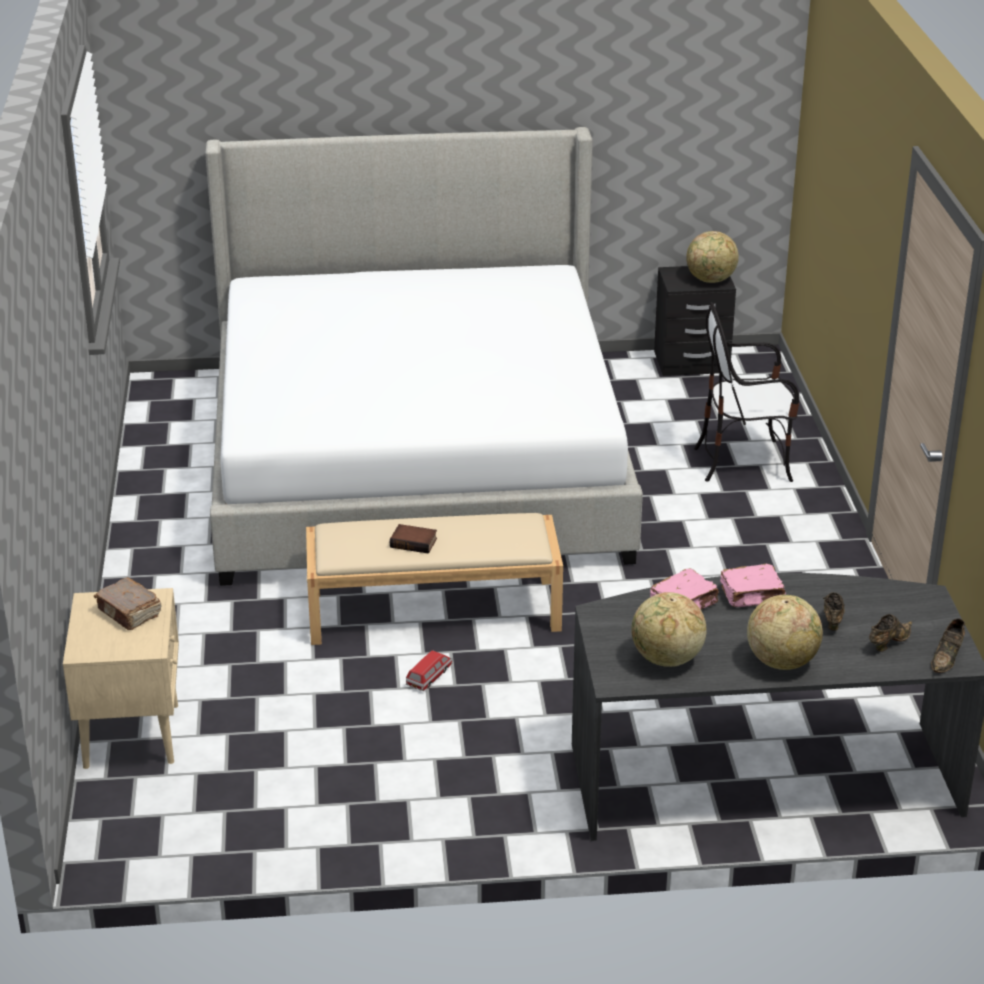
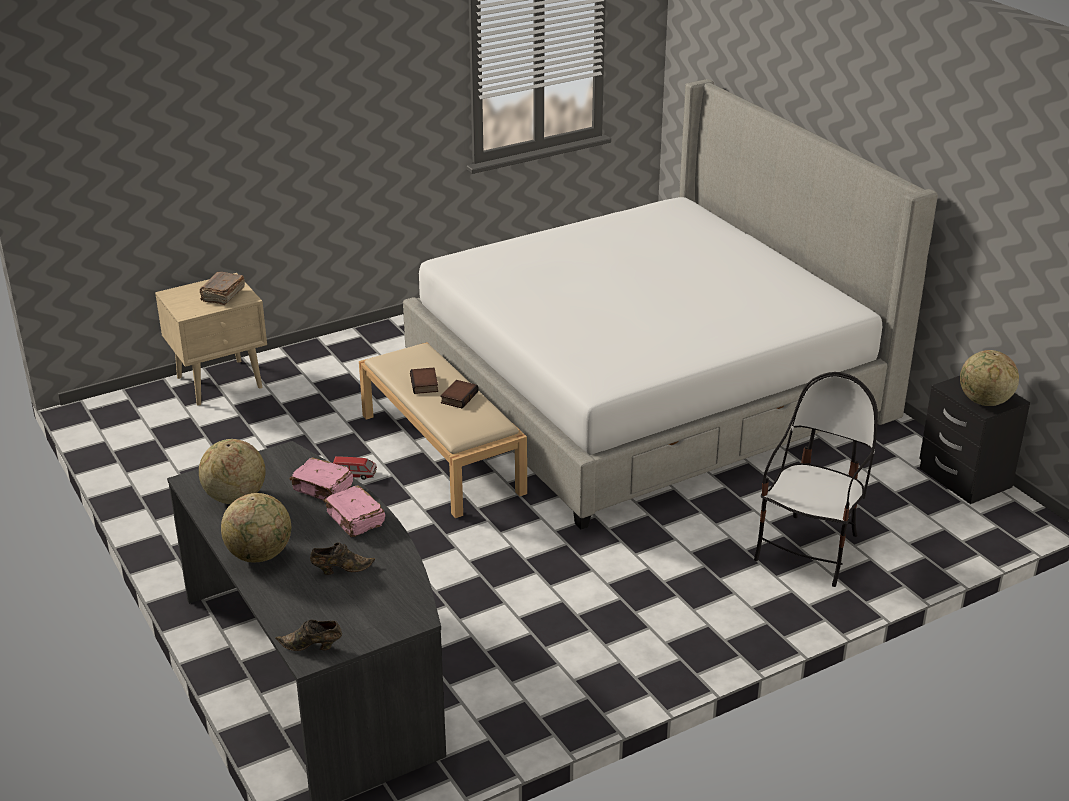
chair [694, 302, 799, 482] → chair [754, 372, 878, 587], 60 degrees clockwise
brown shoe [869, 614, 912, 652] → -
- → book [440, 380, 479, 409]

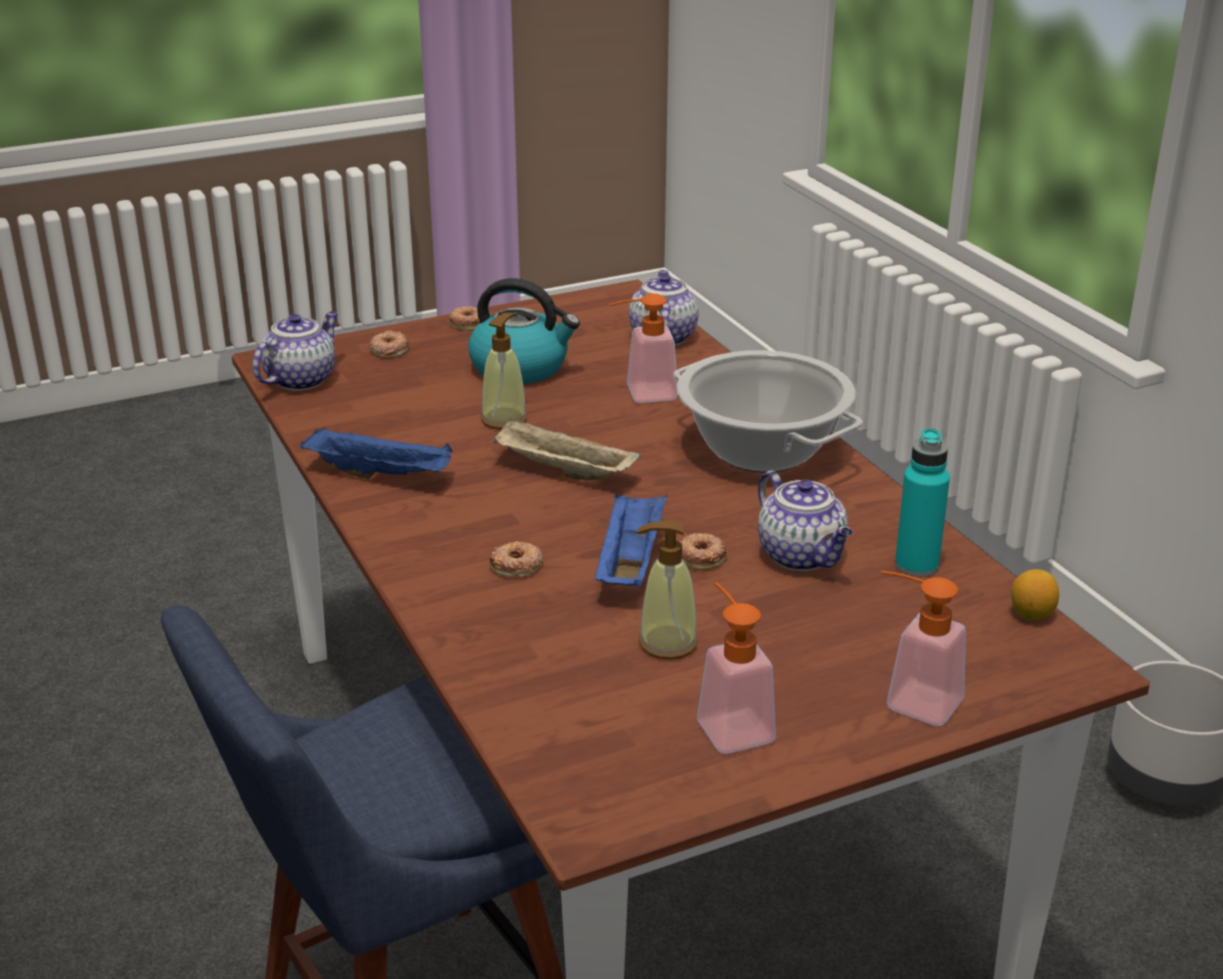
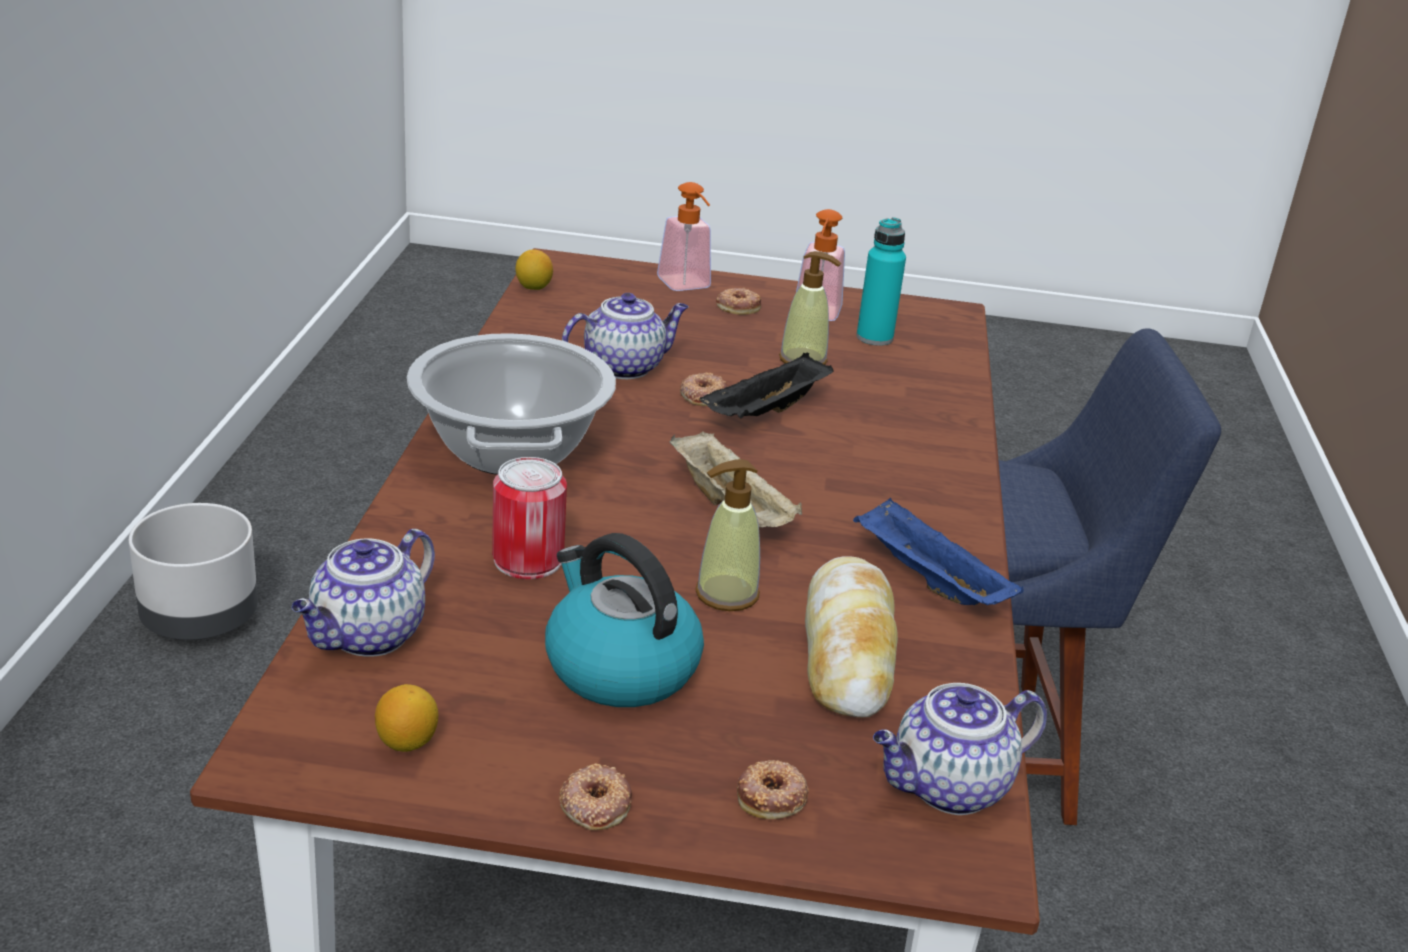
soap dispenser [609, 293, 678, 403] → can [492, 457, 567, 579]
turquoise bottle [895, 428, 950, 577] → turquoise bottle [856, 217, 906, 346], relocated
teapot [758, 470, 853, 571] → teapot [562, 293, 688, 379], 60 degrees clockwise
blue tray [595, 493, 667, 586] → black tray [700, 352, 834, 418]
donut [489, 541, 543, 577] → donut [716, 288, 761, 315], relocated
- → bread [805, 556, 898, 718]
- → lemon [375, 684, 438, 752]

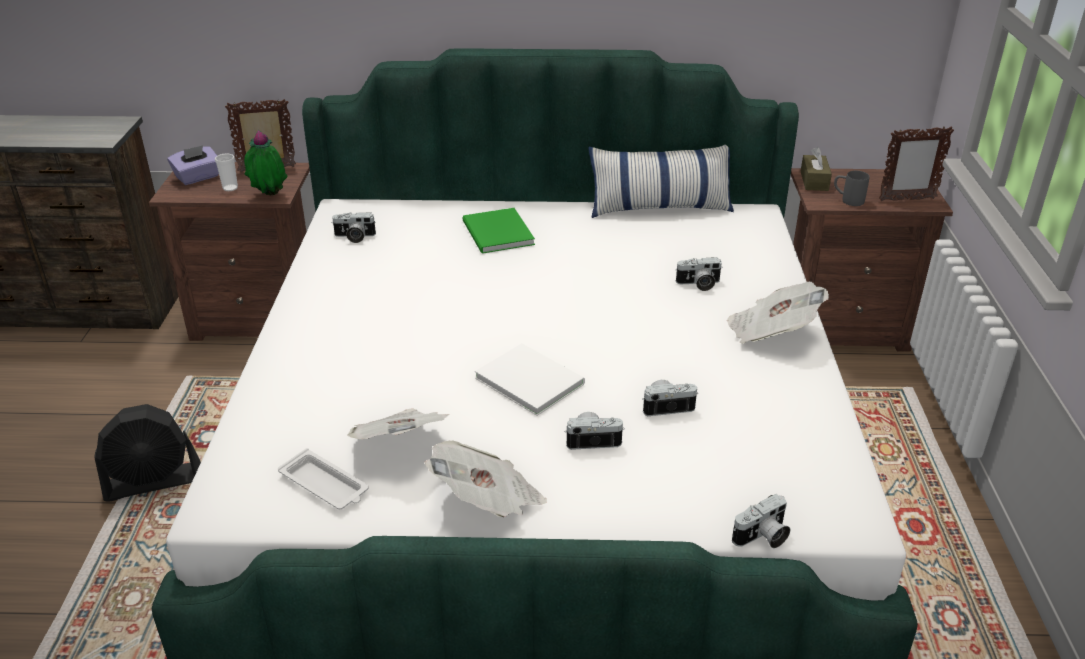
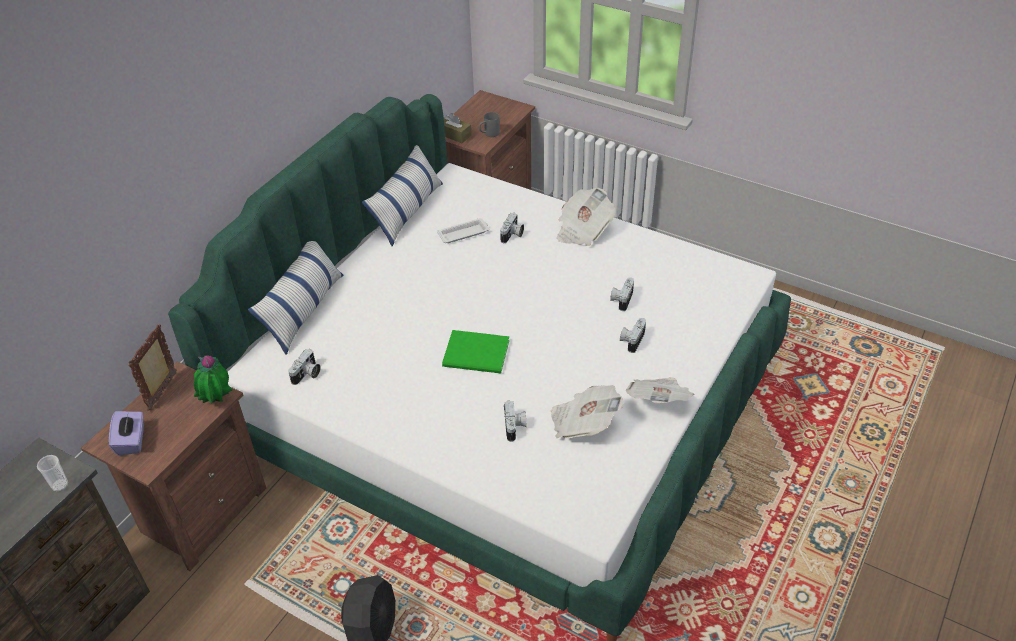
picture frame [879, 127, 954, 201] → -
cup [215, 153, 238, 191] → cup [37, 455, 68, 492], relocated
green book [463, 208, 535, 254] → green book [442, 330, 509, 373], relocated
white book [475, 343, 585, 416] → -
white tray [278, 448, 369, 509] → white tray [437, 218, 489, 243], relocated
photo camera [732, 494, 790, 548] → photo camera [504, 400, 526, 442], relocated
- → pillow [248, 241, 344, 355]

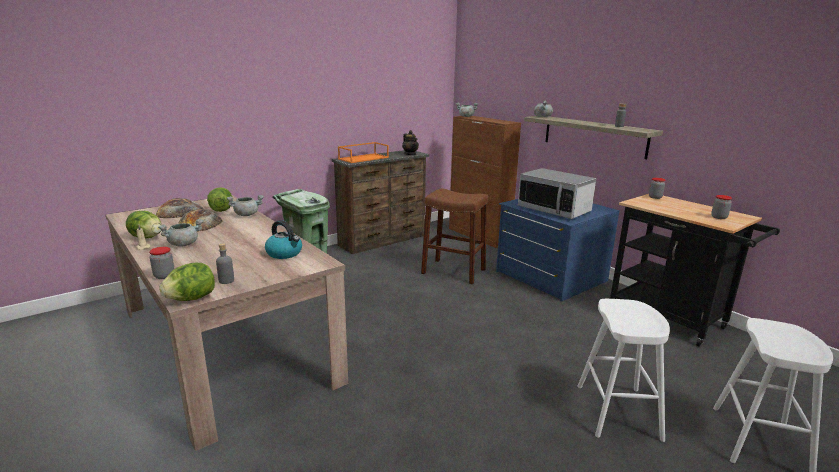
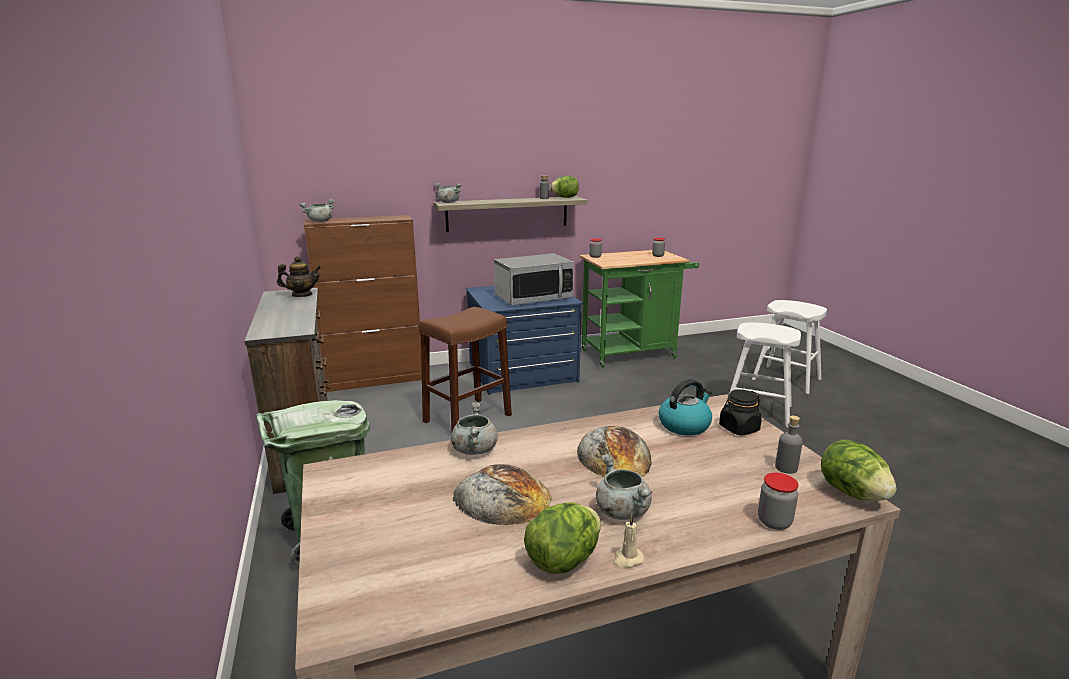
orange tray [338, 142, 389, 163] → -
lettuce [207, 187, 232, 212] → lettuce [550, 176, 579, 198], relocated
black cart [610, 194, 780, 347] → green cart [580, 250, 699, 368]
bread [156, 198, 203, 218] → bread [577, 426, 652, 477], relocated
- → black jar [719, 389, 762, 436]

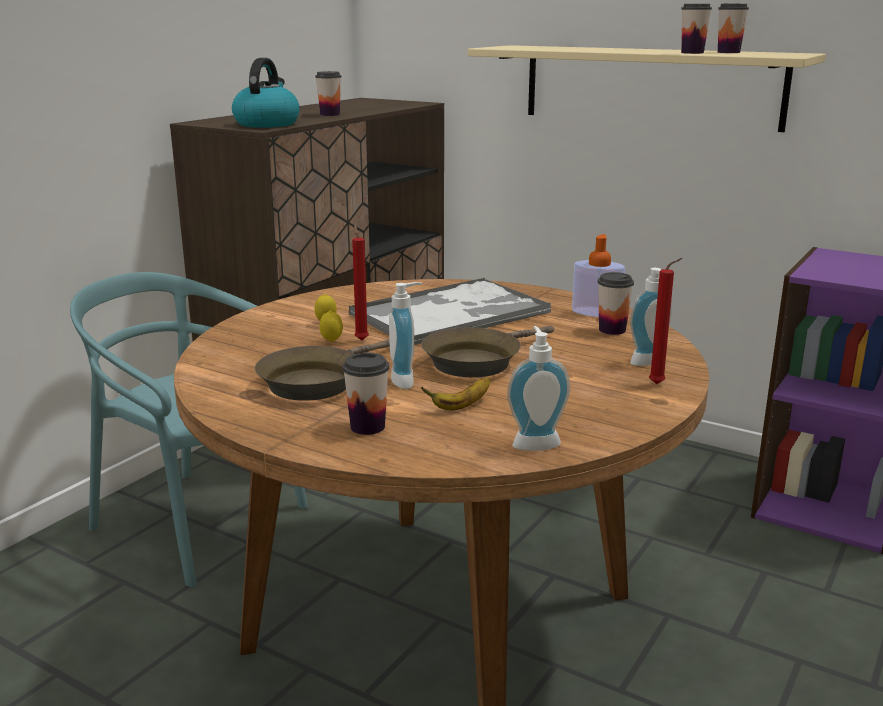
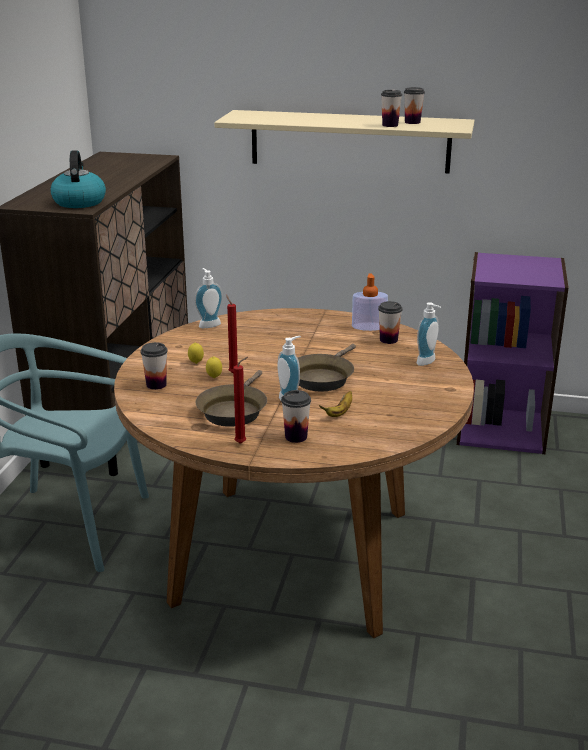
cup [315, 71, 341, 116] → cup [141, 342, 168, 390], relocated
red candle [649, 258, 683, 384] → red candle [233, 357, 248, 444], relocated
tray [349, 278, 552, 345] → -
soap dispenser [507, 326, 570, 451] → soap dispenser [195, 268, 223, 328], relocated

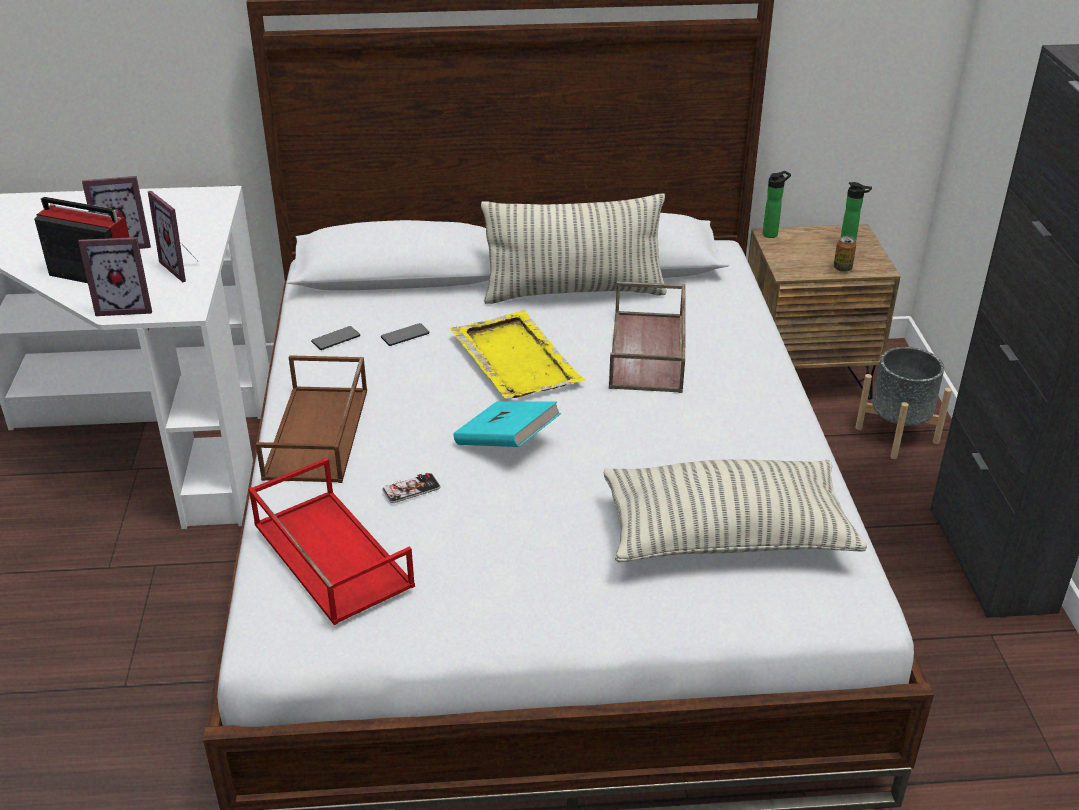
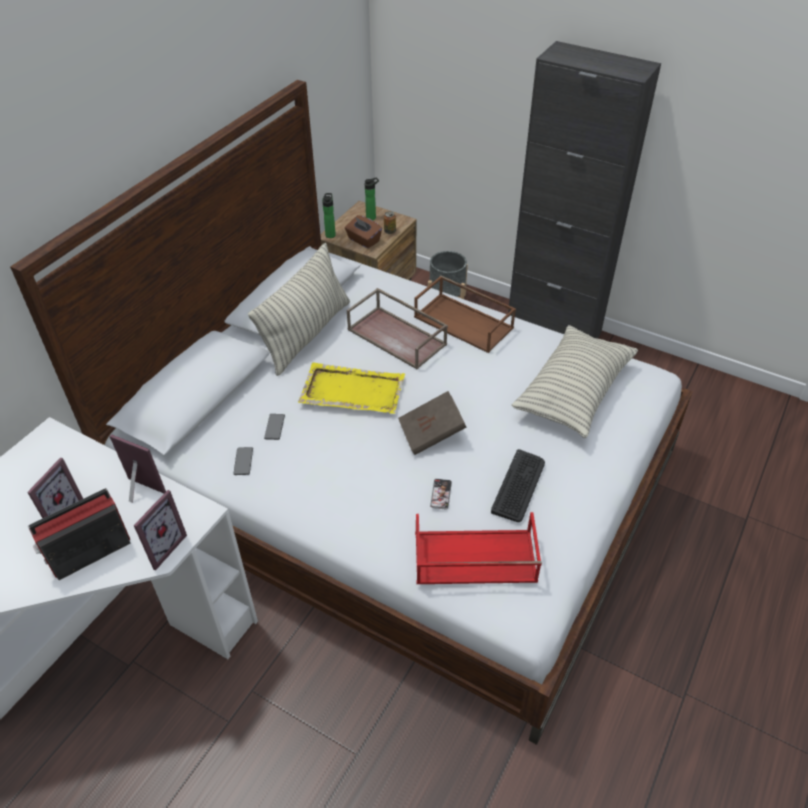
picture frame [148, 191, 200, 282] → picture frame [109, 434, 166, 503], 150 degrees counterclockwise
brown tray [256, 355, 367, 483] → brown tray [414, 276, 516, 353], relocated
turquoise book [453, 401, 561, 447] → brown book [398, 391, 466, 455]
- → brown tissue box [345, 215, 382, 248]
- → keyboard [491, 449, 545, 522]

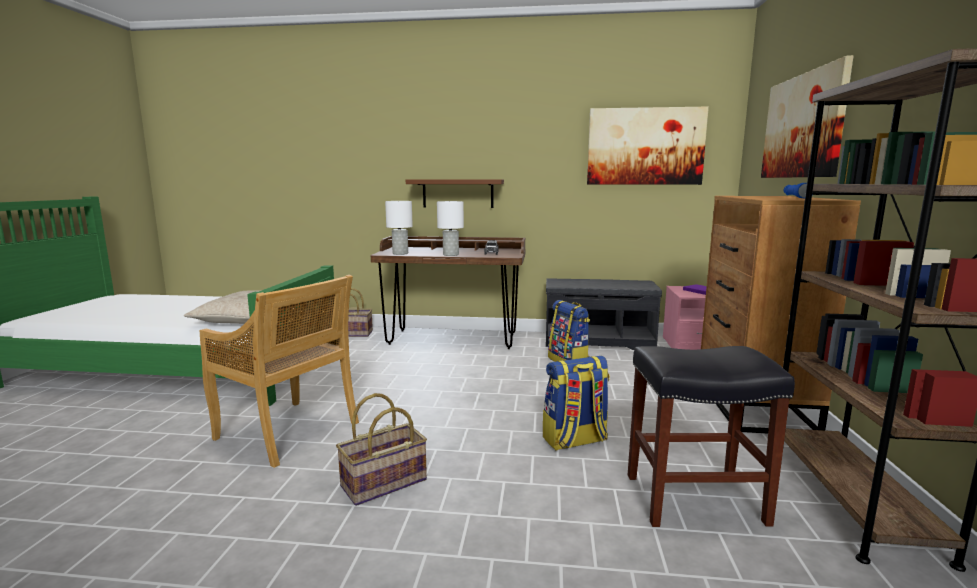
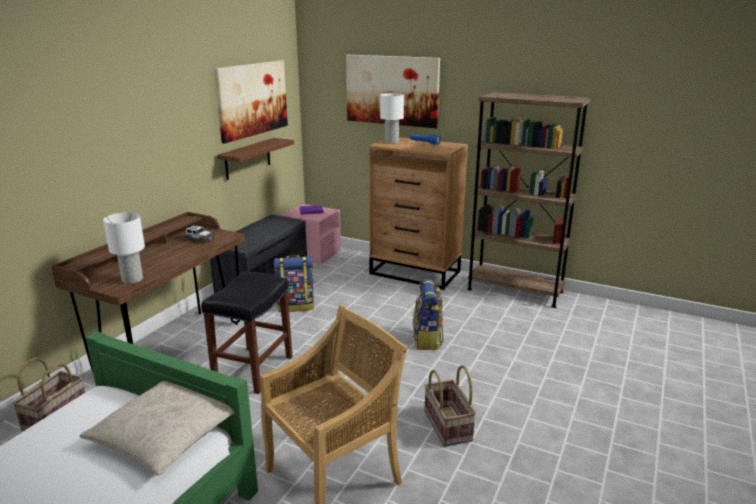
brown shelf [406, 179, 504, 208] → brown shelf [217, 138, 294, 180], relocated
white table lamp [437, 201, 464, 256] → white table lamp [380, 93, 404, 144], relocated
black stool [628, 346, 795, 527] → black stool [201, 272, 293, 394], relocated

